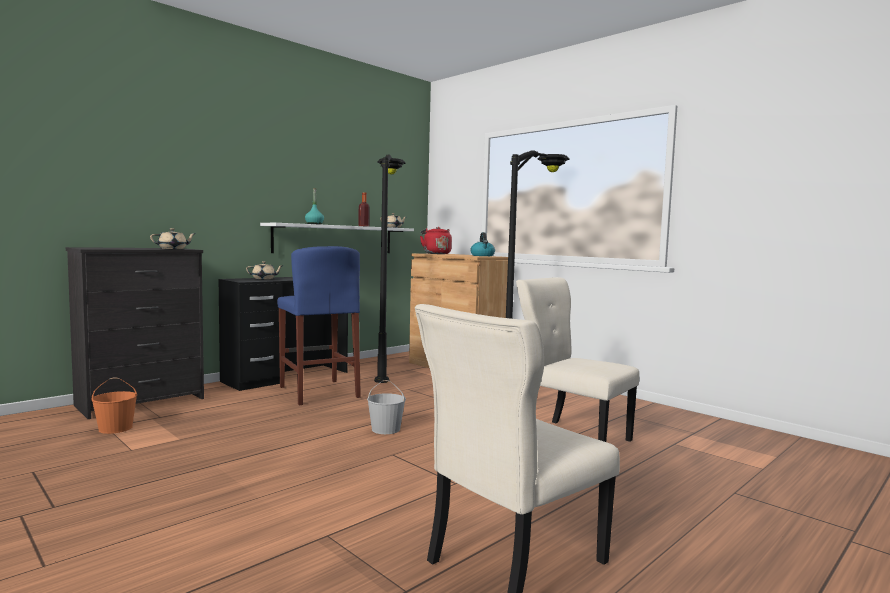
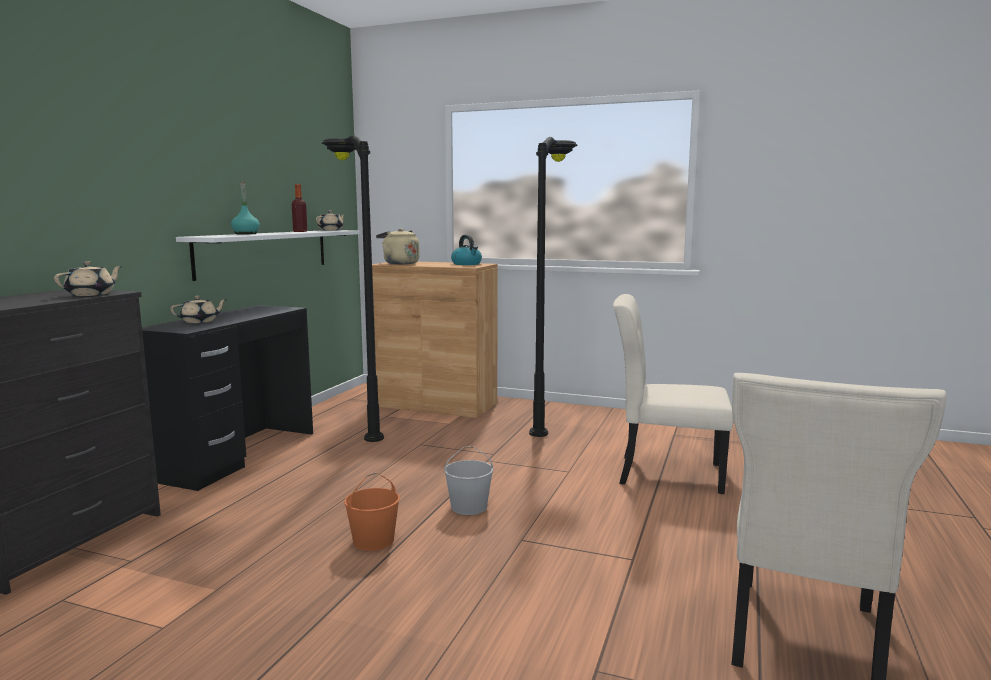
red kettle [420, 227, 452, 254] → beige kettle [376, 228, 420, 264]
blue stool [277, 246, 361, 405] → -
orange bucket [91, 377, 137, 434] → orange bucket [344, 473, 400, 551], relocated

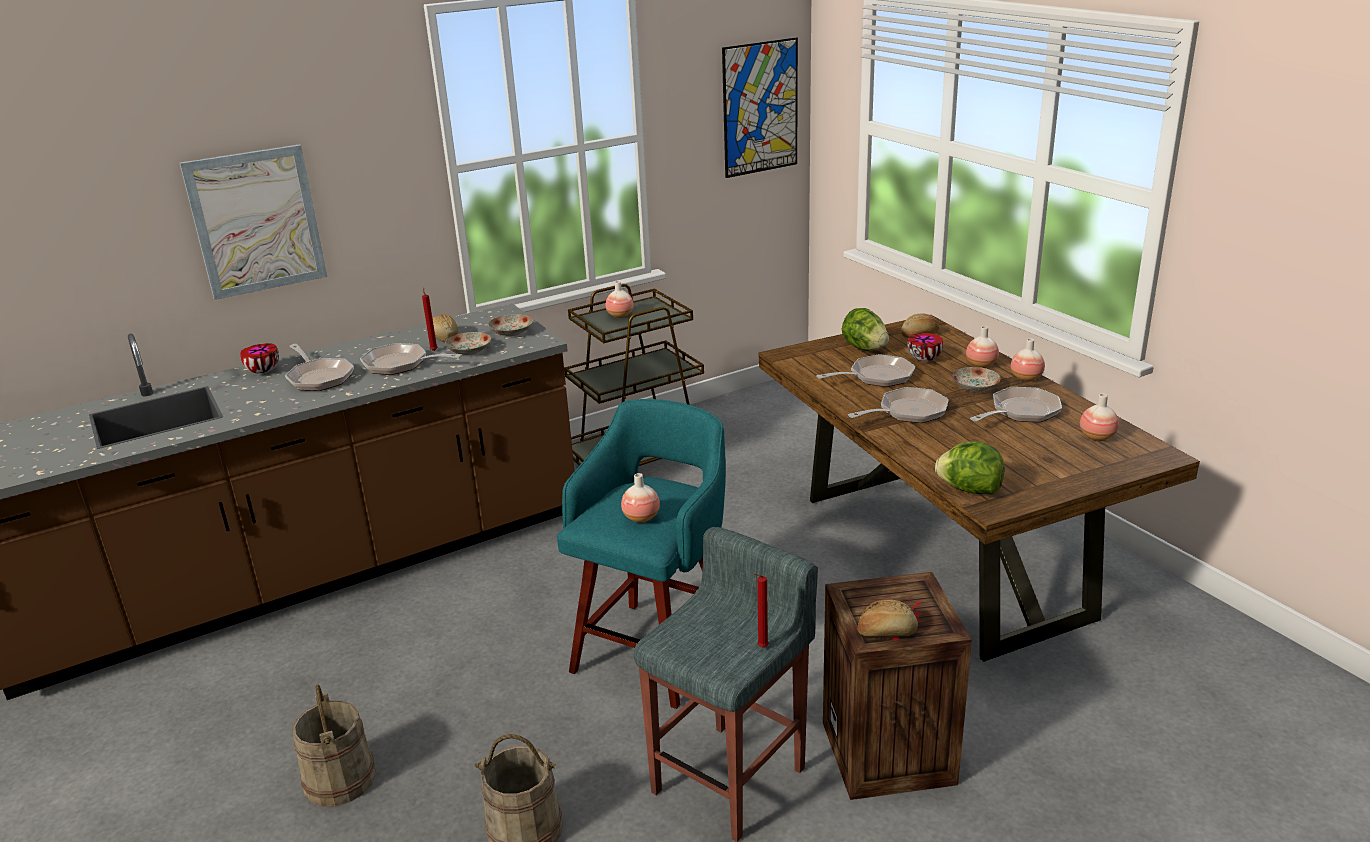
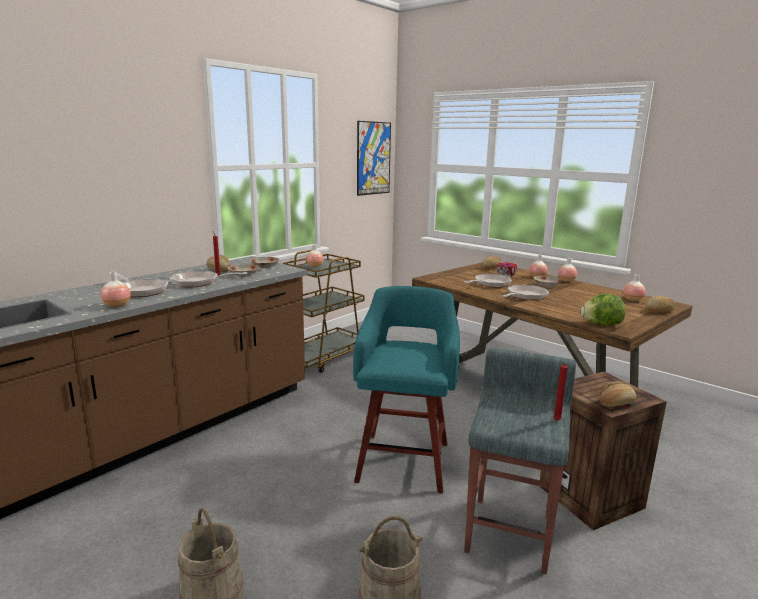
picture [180, 144, 327, 300] → -
lettuce [842, 308, 889, 351] → -
bowl [240, 343, 279, 374] → -
frying pan [970, 387, 1062, 422] → -
vase [621, 473, 660, 523] → vase [101, 272, 131, 308], relocated
- → bread [645, 296, 675, 312]

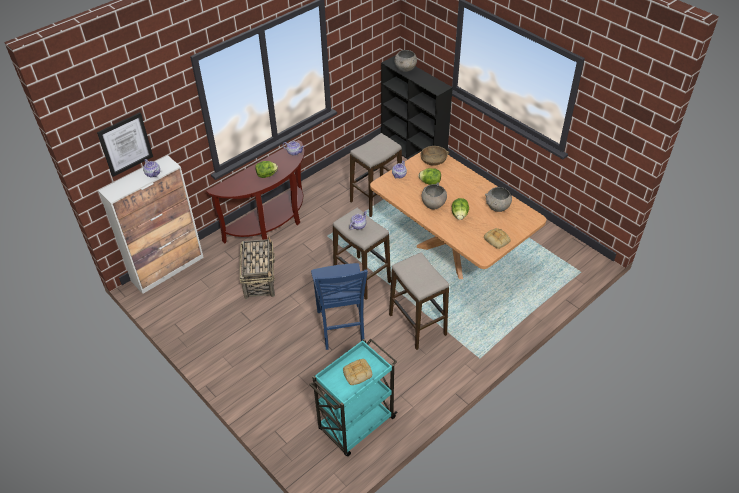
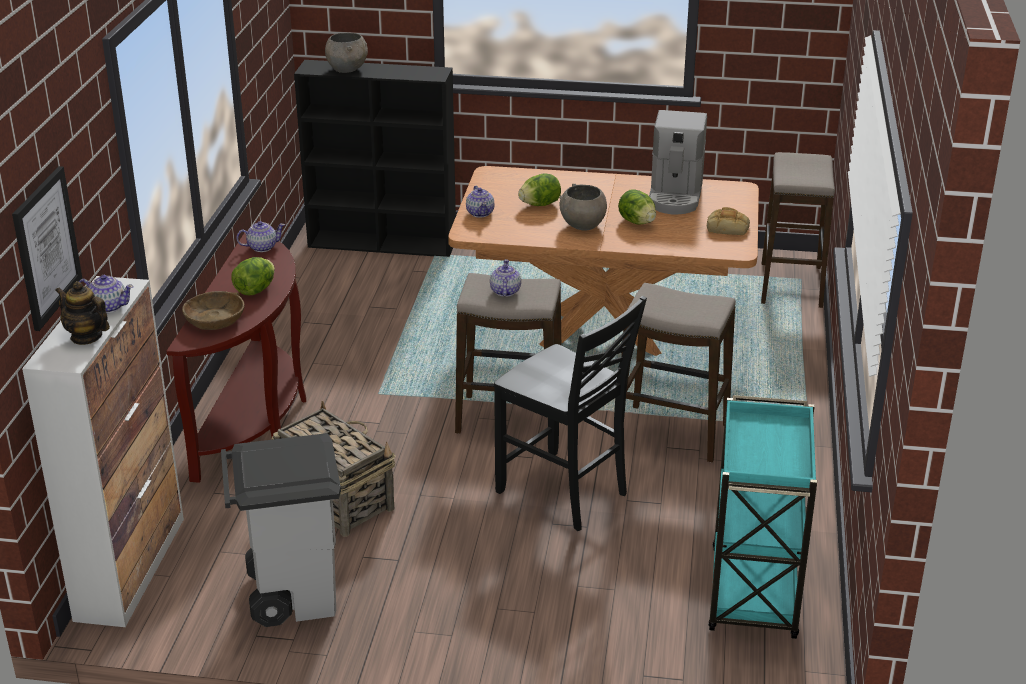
stool [350, 133, 402, 217] → stool [761, 152, 835, 308], relocated
brown bowl [420, 146, 449, 166] → brown bowl [182, 291, 245, 330], relocated
grey bowl [485, 187, 512, 212] → coffee machine [649, 110, 707, 214]
blue chair [311, 263, 368, 350] → black chair [494, 296, 647, 531]
bread [343, 359, 372, 385] → -
- → teapot [55, 281, 110, 345]
- → grey trash can [221, 433, 341, 627]

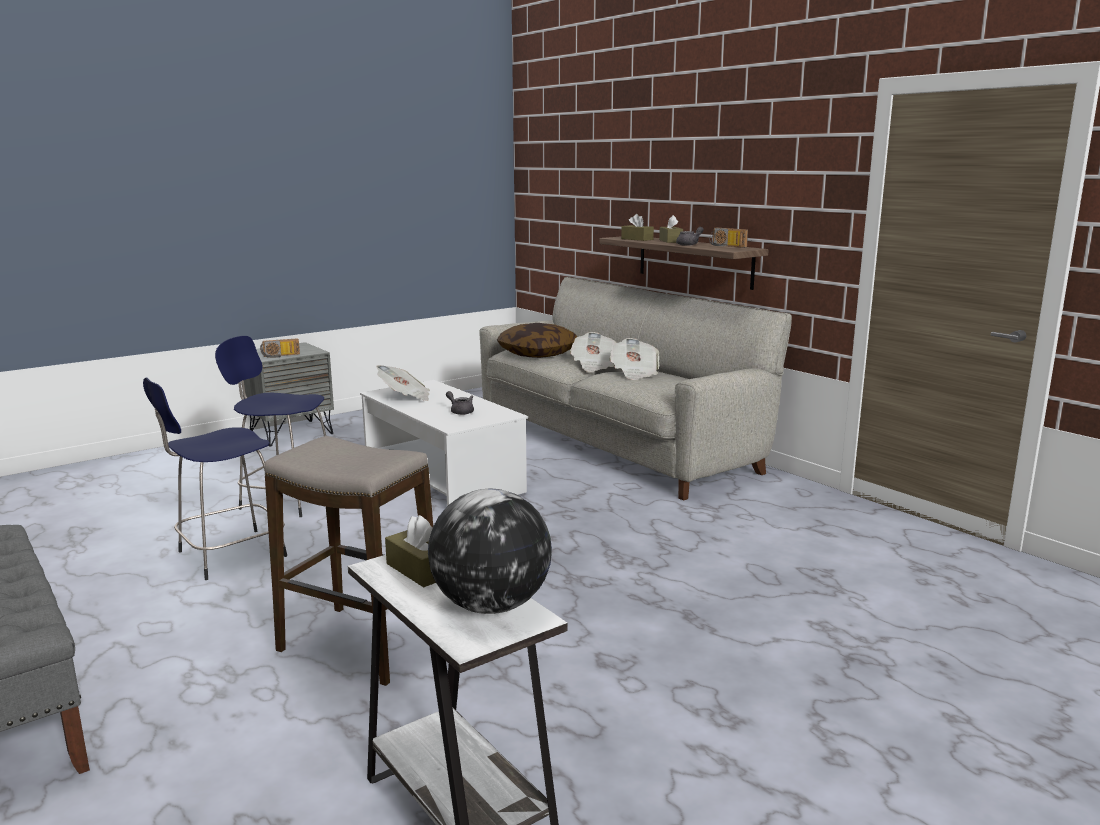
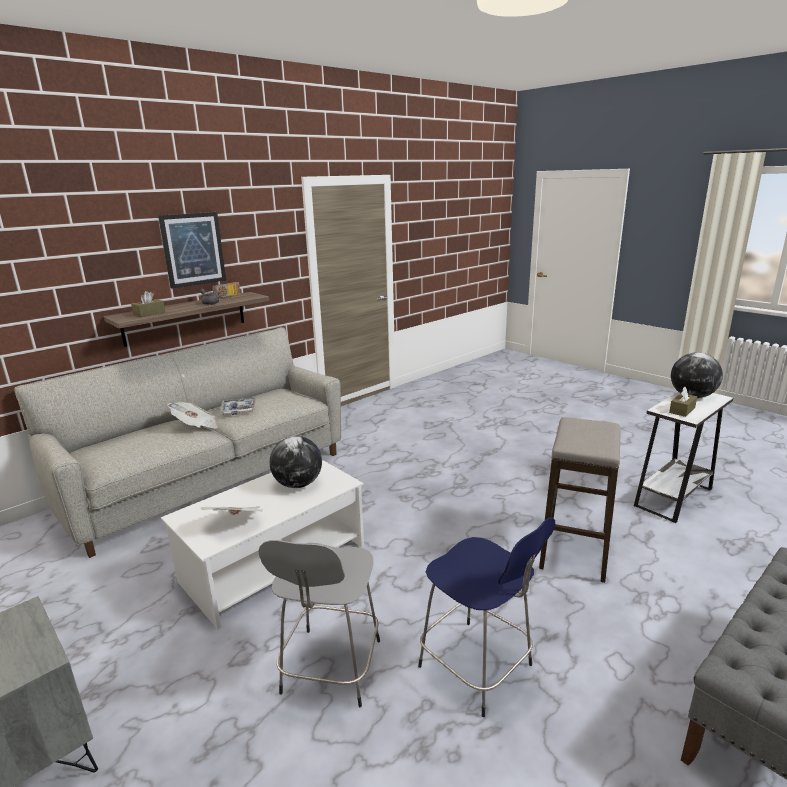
brown tissue box [659, 215, 683, 243] → -
pillow [497, 323, 577, 358] → -
blue stool [215, 336, 326, 517] → grey stool [259, 540, 380, 707]
radio [260, 338, 300, 358] → -
newspaper [609, 338, 659, 380] → tray [220, 397, 256, 415]
grey teapot [446, 391, 474, 415] → globe [270, 436, 322, 488]
- → picture [158, 212, 226, 288]

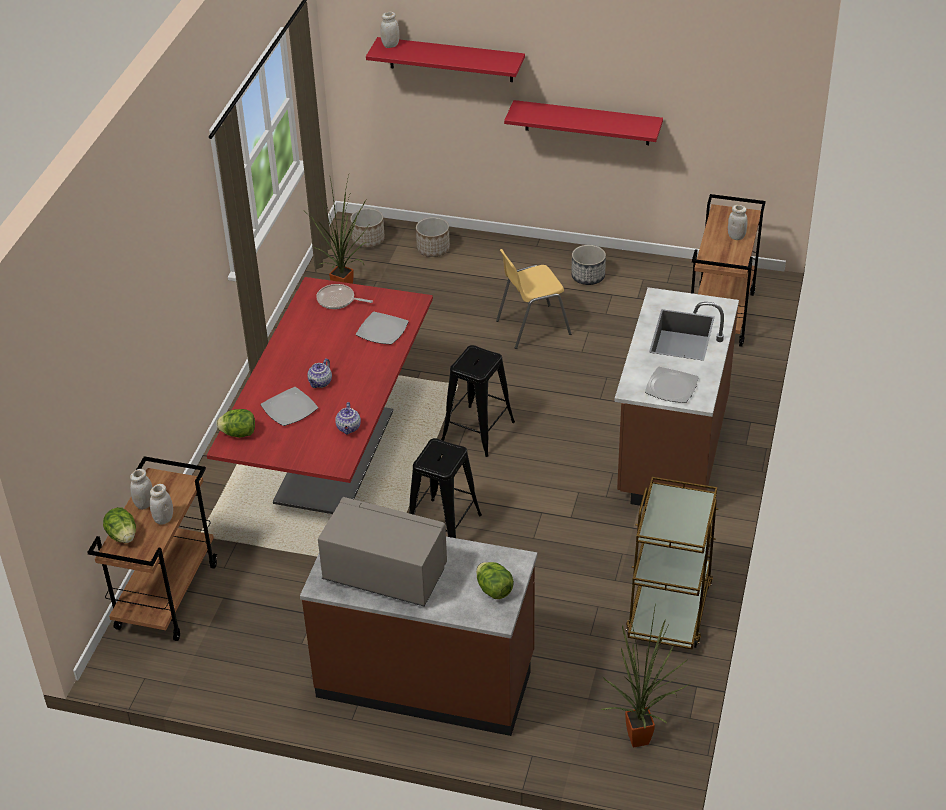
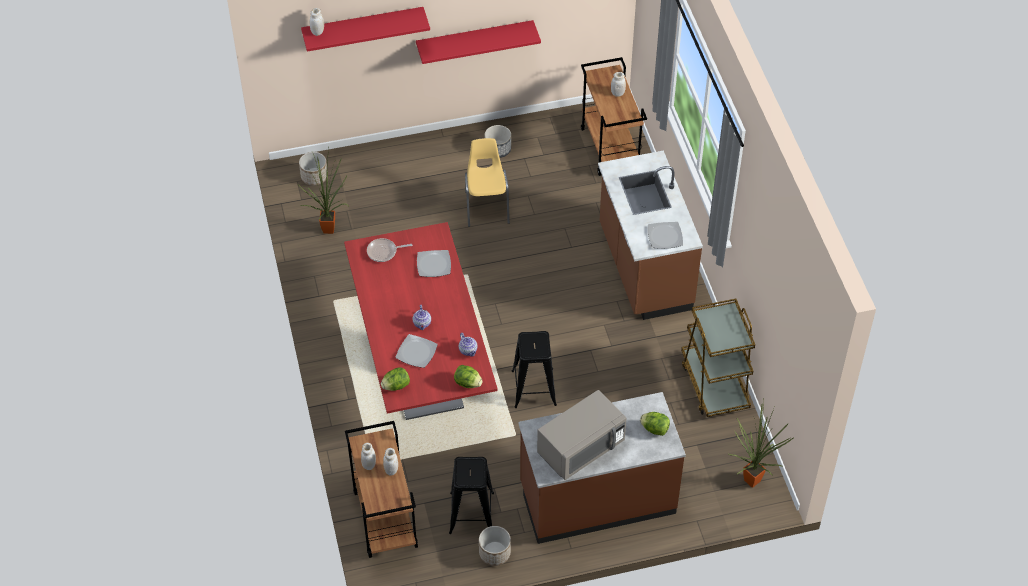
planter [416, 217, 450, 257] → planter [479, 526, 511, 566], relocated
yellow chair [496, 249, 571, 349] → yellow chair [465, 138, 510, 227], 135 degrees clockwise
black stool [441, 345, 515, 457] → black stool [449, 457, 494, 534], relocated
grey microwave [318, 497, 447, 607] → grey microwave [537, 390, 627, 480], 150 degrees clockwise
lettuce [103, 507, 136, 543] → lettuce [454, 365, 483, 388], relocated

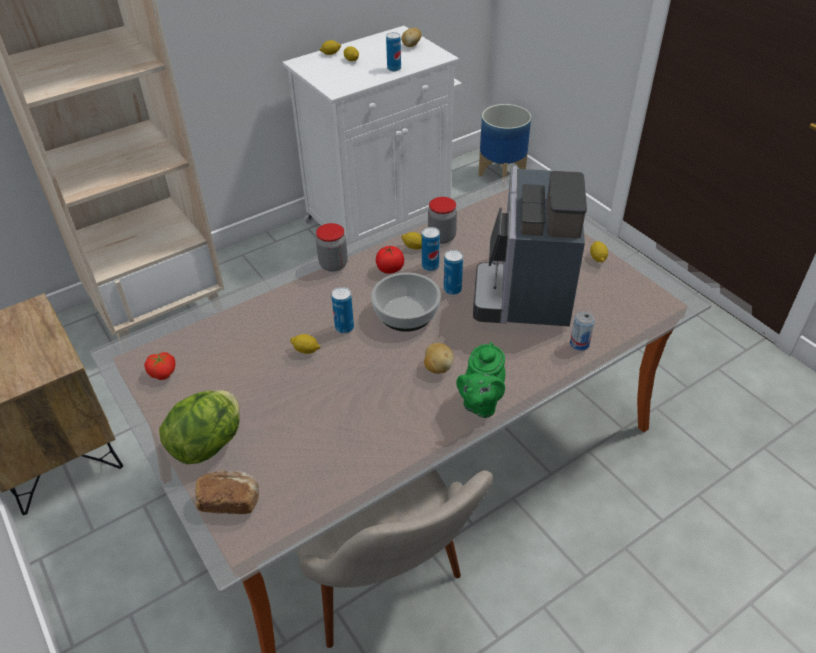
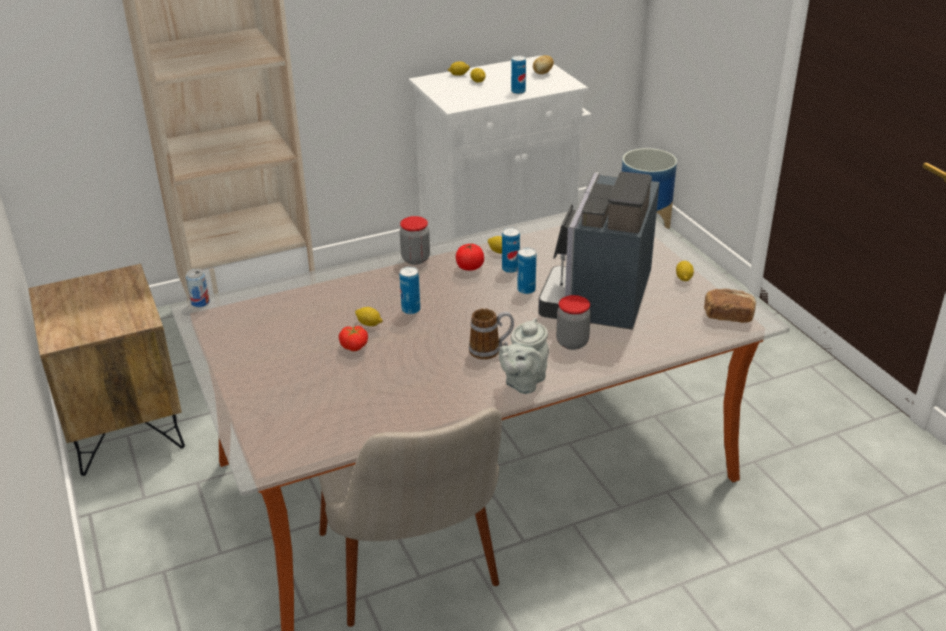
jar [428, 197, 457, 244] → jar [556, 295, 591, 350], relocated
bowl [371, 272, 441, 332] → -
can [570, 311, 595, 351] → can [186, 269, 210, 307], relocated
green teapot [456, 342, 505, 418] → grey teapot [499, 318, 549, 394]
potato [424, 343, 454, 374] → mug [469, 309, 514, 360]
tomato [144, 352, 176, 380] → tomato [339, 326, 368, 351], relocated
lettuce [159, 390, 239, 464] → -
bread [195, 470, 259, 514] → bread [704, 288, 756, 323], relocated

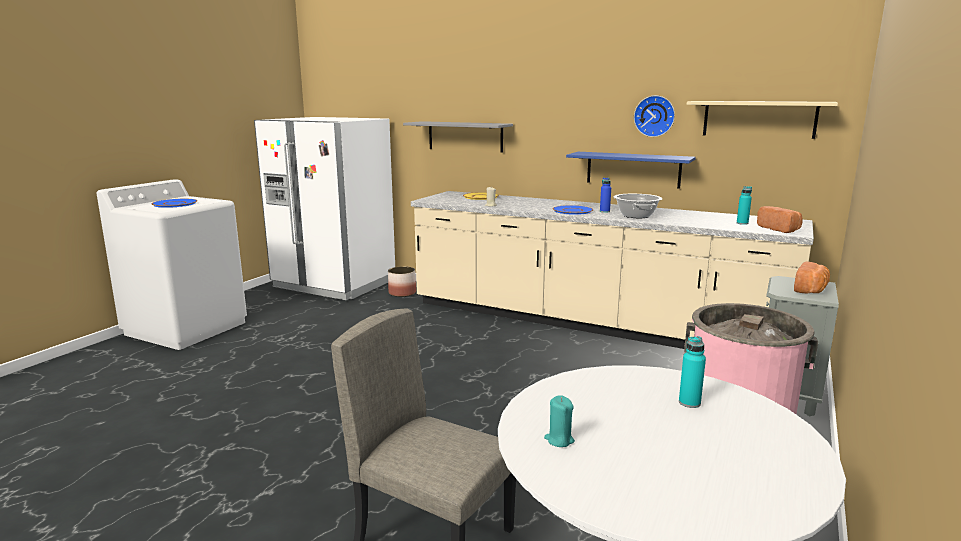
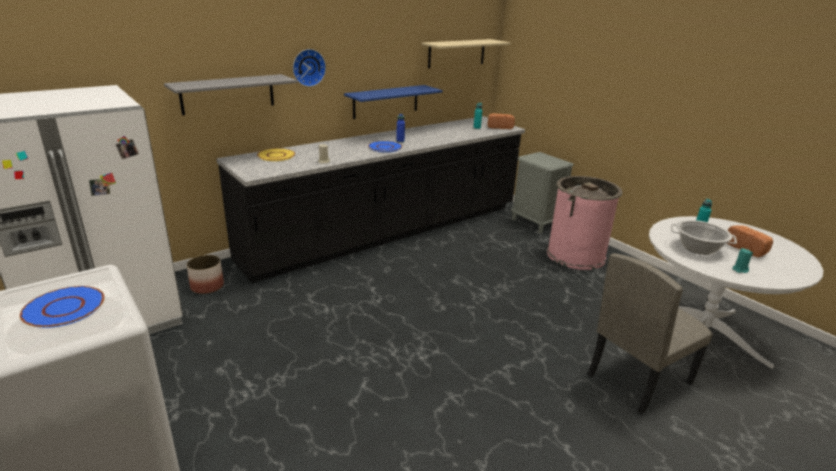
wall clock [634, 95, 675, 137] → wall clock [293, 49, 326, 87], relocated
beige counter [411, 191, 814, 349] → black counter [216, 116, 525, 283]
cooking pot [614, 194, 662, 218] → cooking pot [671, 220, 737, 255], relocated
bread [794, 261, 830, 294] → bread [727, 225, 773, 257], relocated

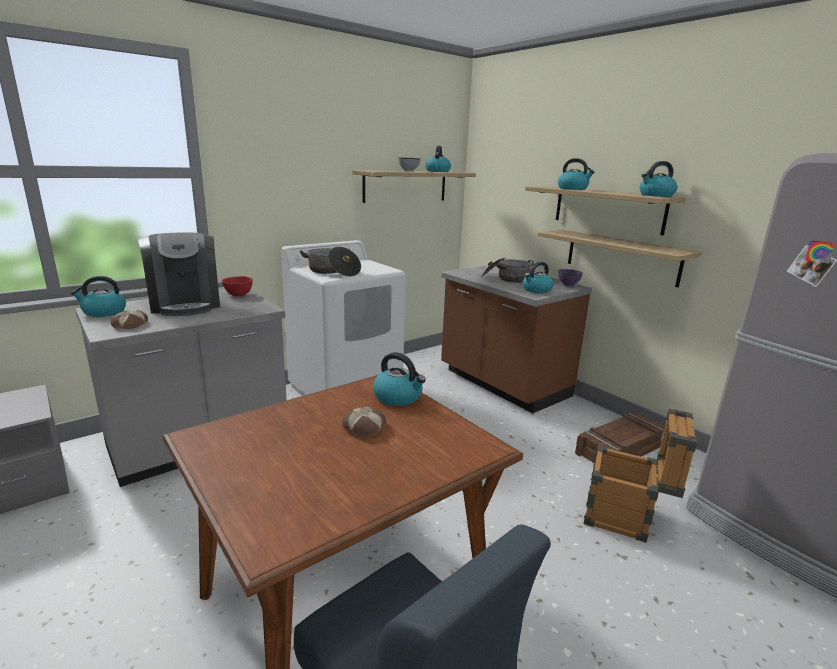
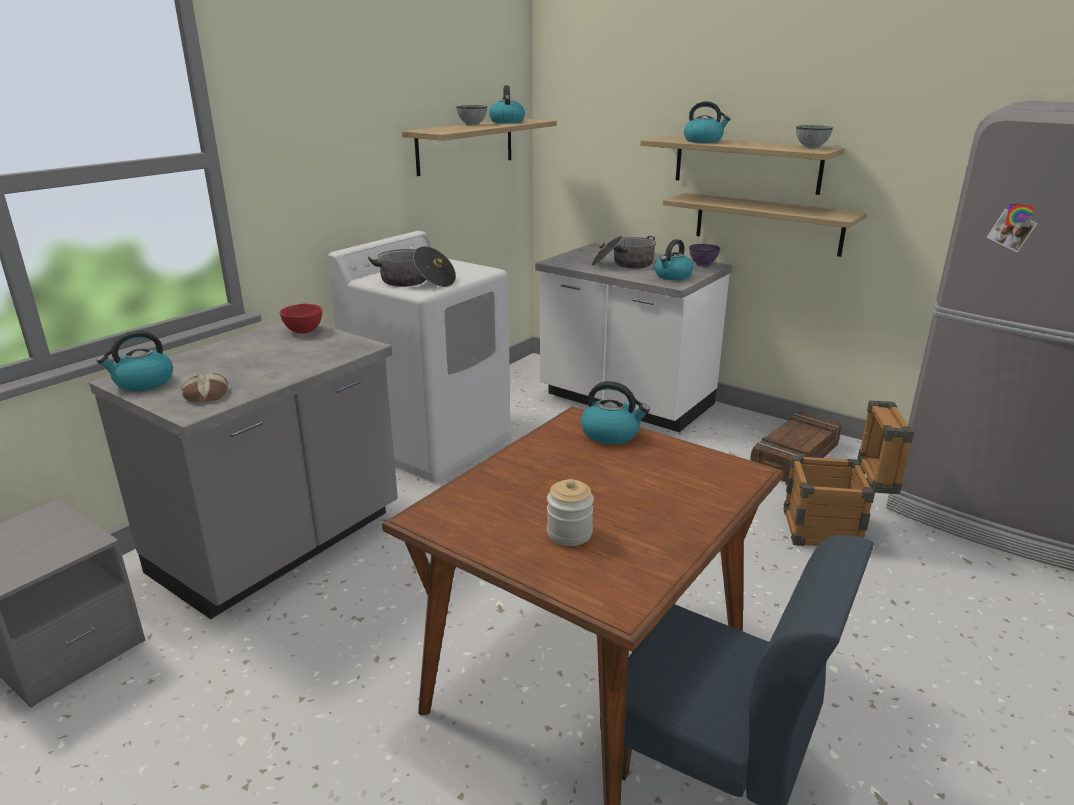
kettle [640, 161, 678, 197] → grey bowl [796, 125, 833, 149]
coffee machine [138, 232, 220, 316] → -
brown counter [441, 265, 592, 413] → white counter [535, 243, 732, 432]
bread [342, 406, 387, 437] → -
- → jar [547, 479, 594, 546]

